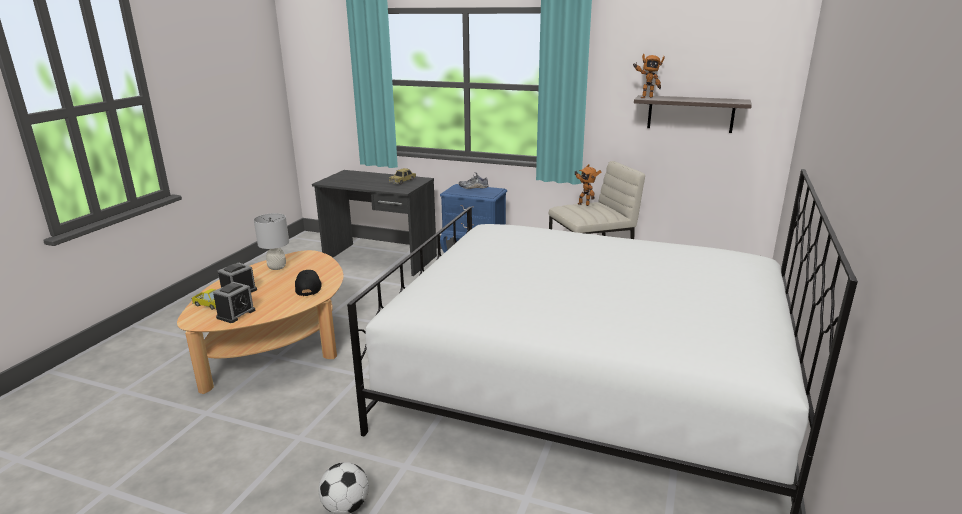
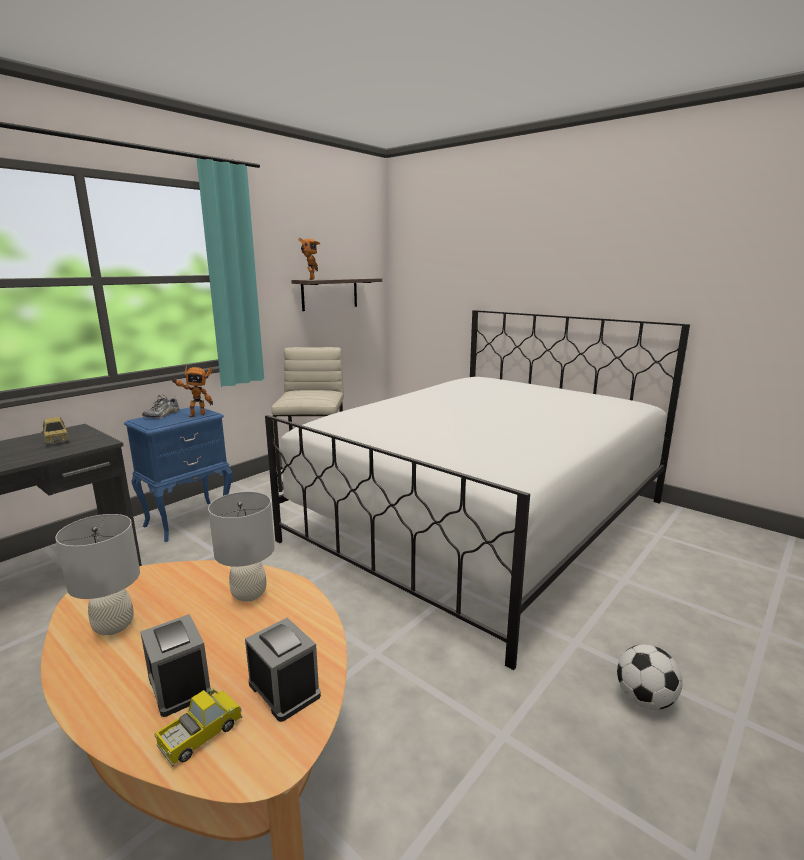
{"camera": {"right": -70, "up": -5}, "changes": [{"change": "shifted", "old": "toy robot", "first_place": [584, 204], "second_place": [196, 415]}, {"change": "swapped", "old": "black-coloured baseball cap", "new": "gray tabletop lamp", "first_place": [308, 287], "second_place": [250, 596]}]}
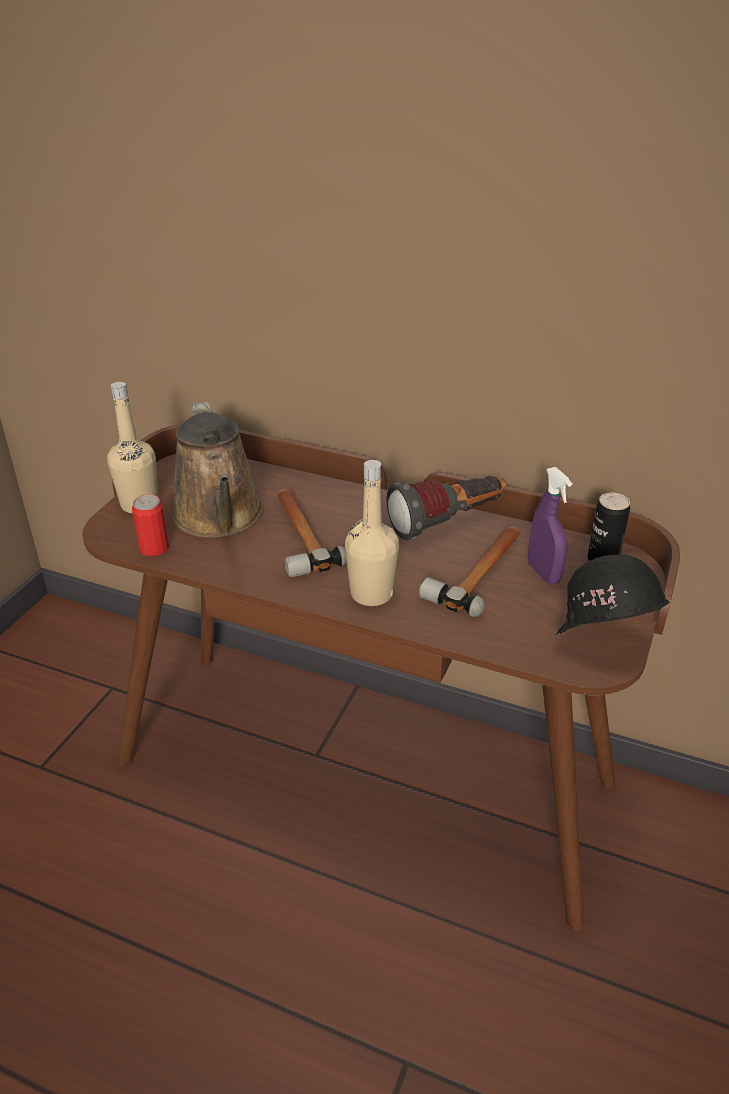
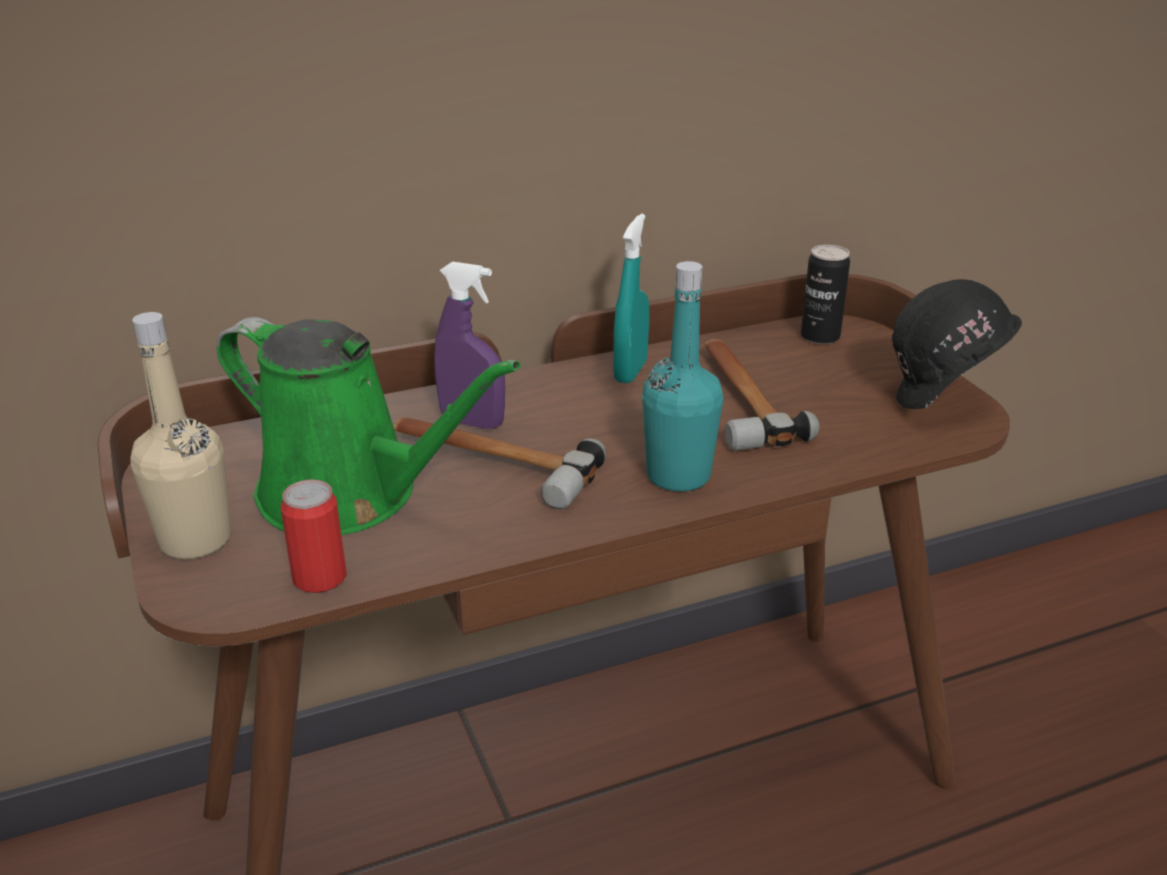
{"camera": {"right": -45, "up": -5}, "changes": [{"change": "repainted", "old": "brown-coloured watering pot", "new": "green watering pot", "first_place": [220, 517], "second_place": [350, 496]}, {"change": "repainted", "old": "sand-coloured beverage bottle", "new": "turquoise-coloured beverage bottle", "first_place": [371, 594], "second_place": [678, 476]}, {"change": "shifted", "old": "purple-coloured sprayer", "first_place": [543, 573], "second_place": [472, 422]}, {"change": "swapped", "old": "hand torch", "new": "turquoise-coloured sprayer", "first_place": [448, 523], "second_place": [630, 371]}]}
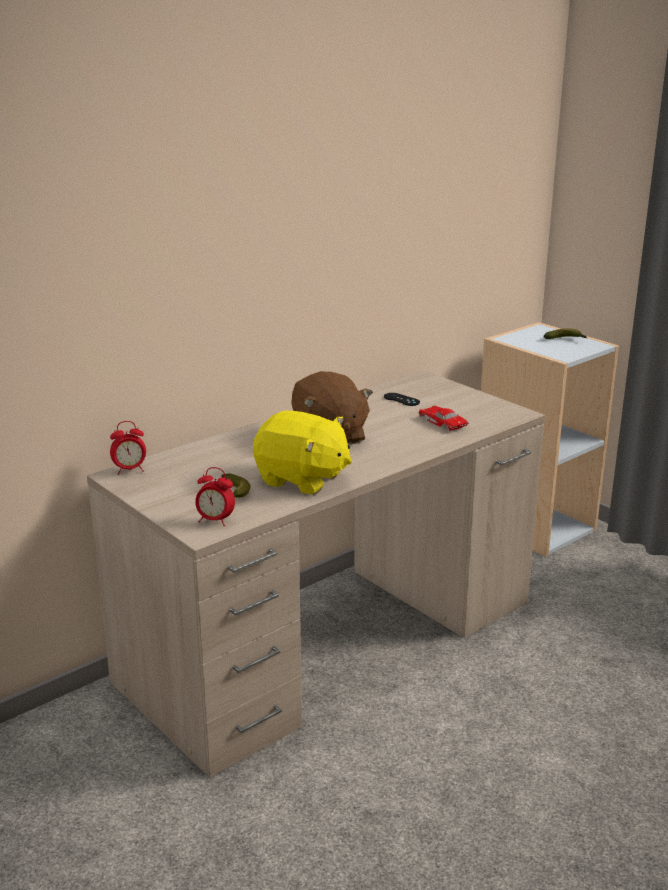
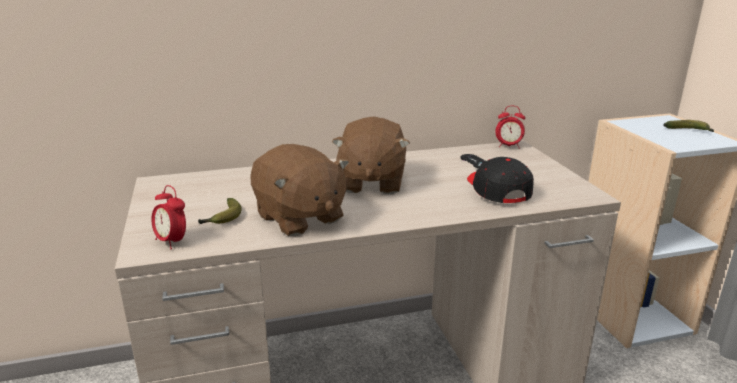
{"camera": {"right": 25, "up": 0}, "changes": [{"change": "swapped", "old": "red toy car", "new": "black-coloured baseball cap", "first_place": [443, 422], "second_place": [497, 190]}, {"change": "repainted", "old": "yellow-coloured cuddly toy", "new": "brown-coloured cuddly toy", "first_place": [302, 479], "second_place": [299, 218]}, {"change": "shifted", "old": "table clock", "first_place": [130, 470], "second_place": [508, 146]}]}
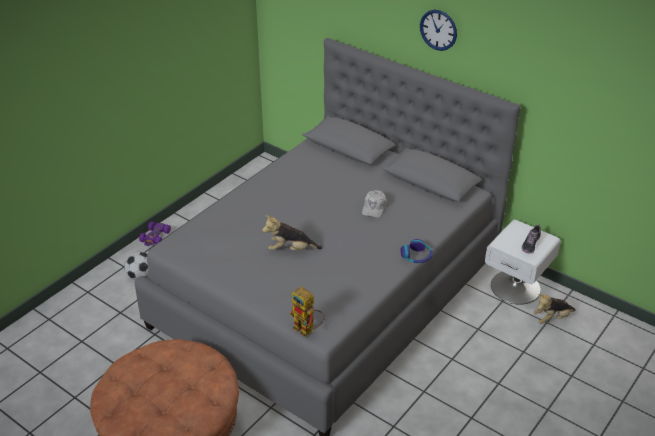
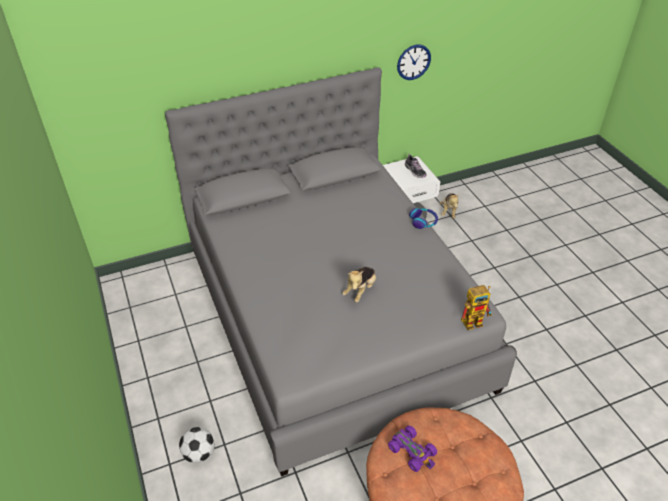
{"camera": {"right": -60, "up": 5}, "changes": [{"change": "shifted", "old": "clock on the wall", "first_place": [438, 30], "second_place": [413, 62]}, {"change": "gone", "old": "white baseball cap", "first_place": [374, 208]}, {"change": "shifted", "old": "purple-coloured toy car", "first_place": [155, 237], "second_place": [412, 452]}]}
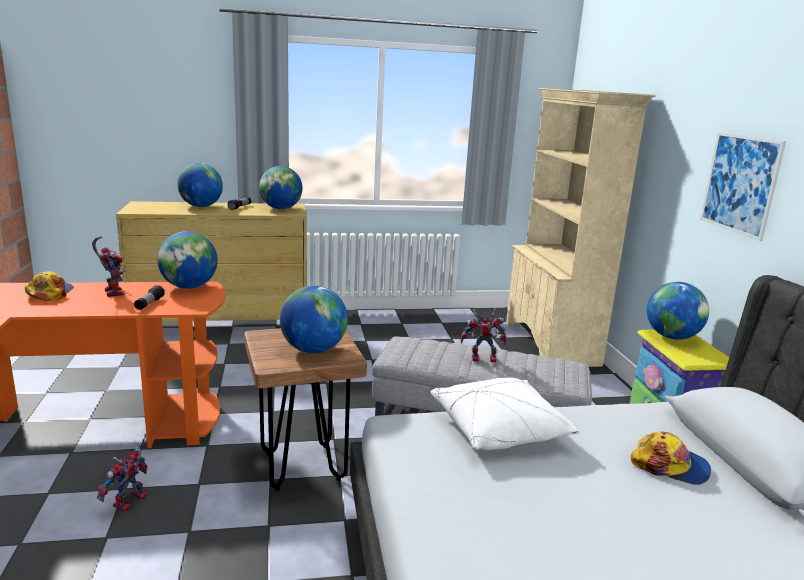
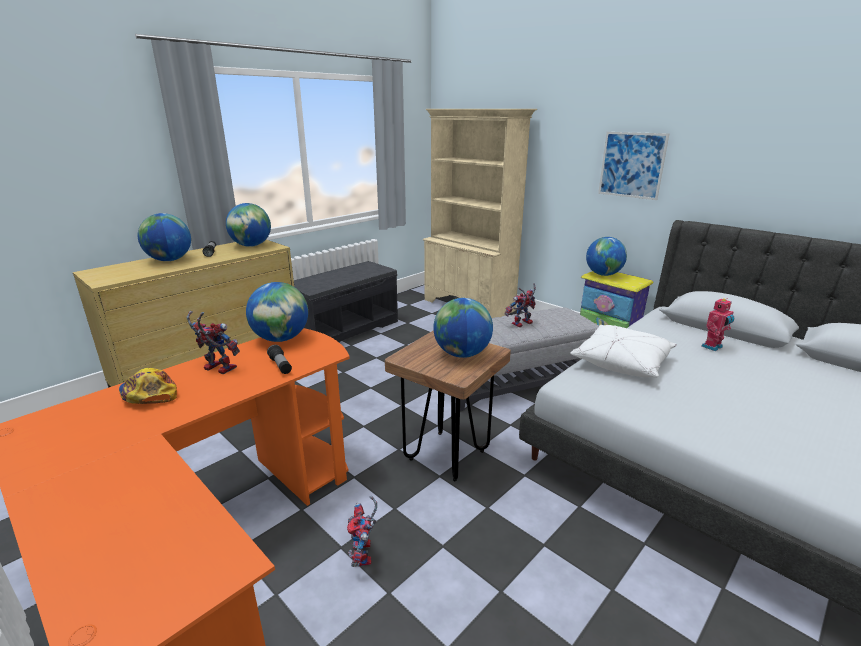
{"camera": {"right": -35, "up": 5}, "changes": [{"change": "swapped", "old": "baseball cap", "new": "toy robot", "first_place": [670, 466], "second_place": [713, 347]}, {"change": "new", "new": "gray bench", "second_place": [346, 329]}]}
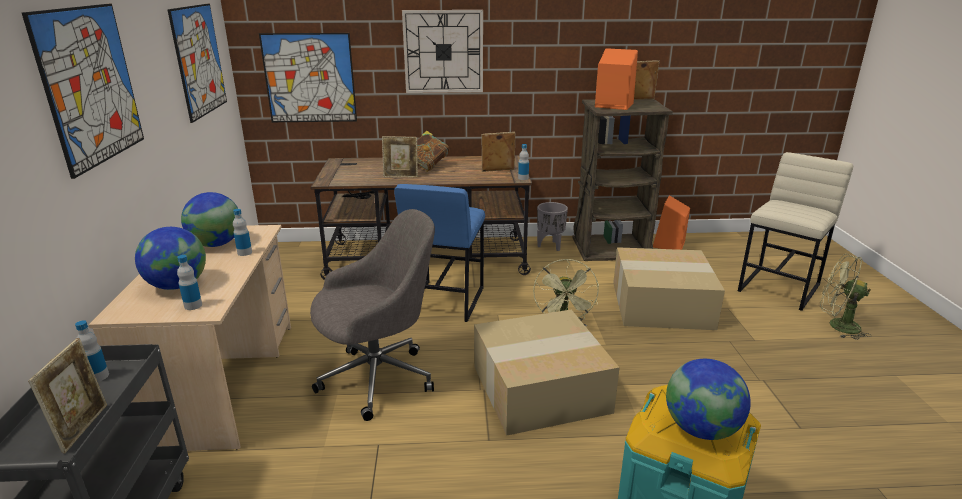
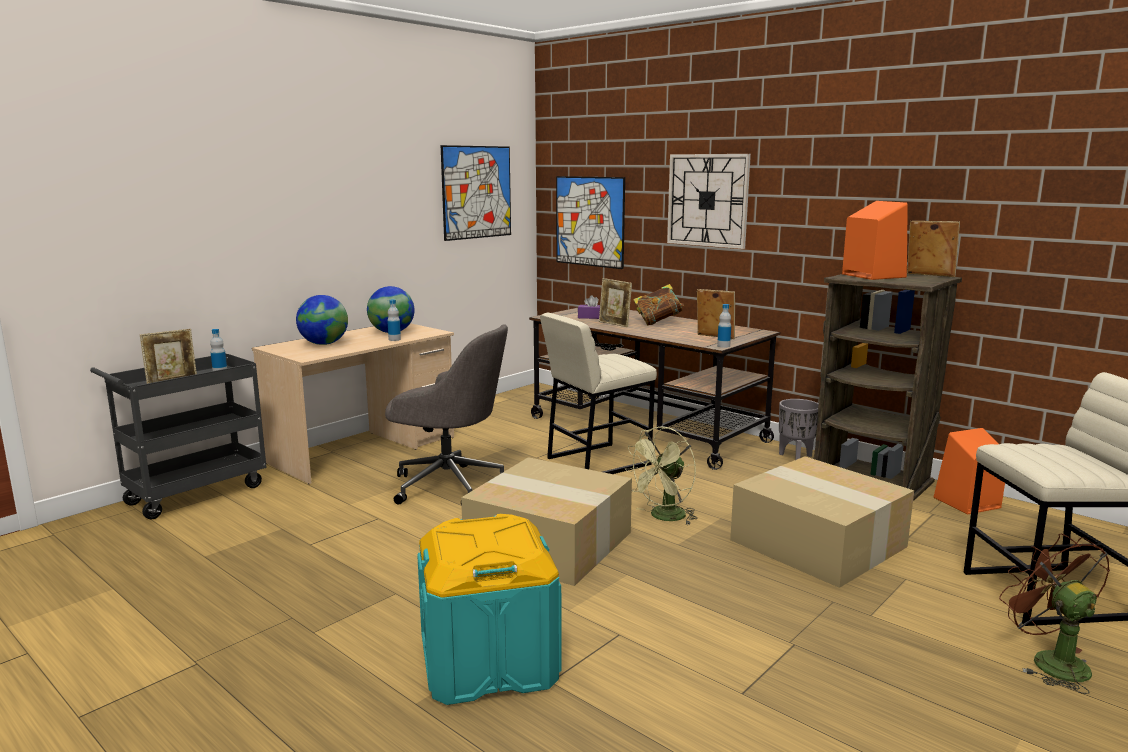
{"camera": {"right": 45, "up": -10}, "changes": [{"change": "gone", "old": "wall picture", "first_place": [91, 86]}, {"change": "repainted", "old": "blue-coloured plain chair", "new": "sand-coloured plain chair", "first_place": [445, 302], "second_place": [596, 462]}, {"change": "repainted", "old": "green fan", "new": "brown-coloured fan", "first_place": [837, 326], "second_place": [1049, 661]}, {"change": "gone", "old": "beverage bottle", "first_place": [193, 305]}, {"change": "gone", "old": "globe", "first_place": [701, 429]}, {"change": "new", "new": "purple-coloured tissue box", "second_place": [591, 317]}]}
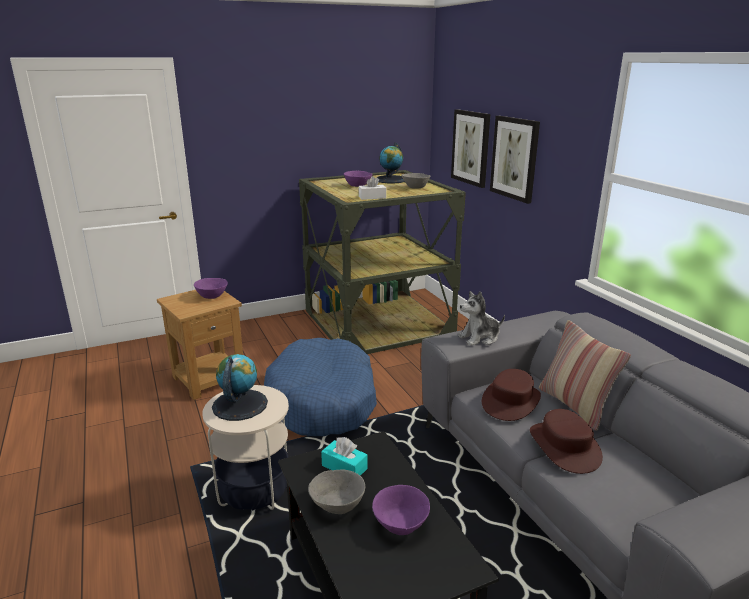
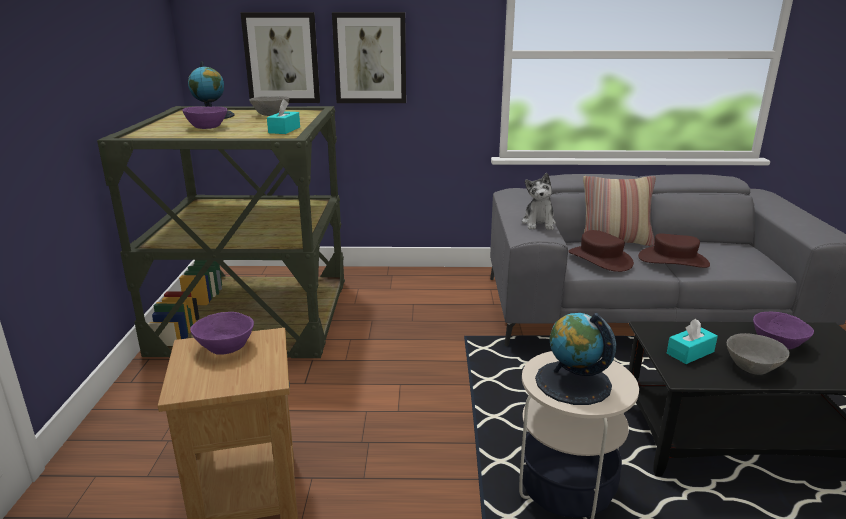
{"camera": {"right": -65, "up": 0}, "changes": [{"change": "repainted", "old": "white tissue box", "new": "turquoise-coloured tissue box", "first_place": [372, 197], "second_place": [284, 130]}, {"change": "gone", "old": "blue-coloured pet bed", "first_place": [323, 401]}]}
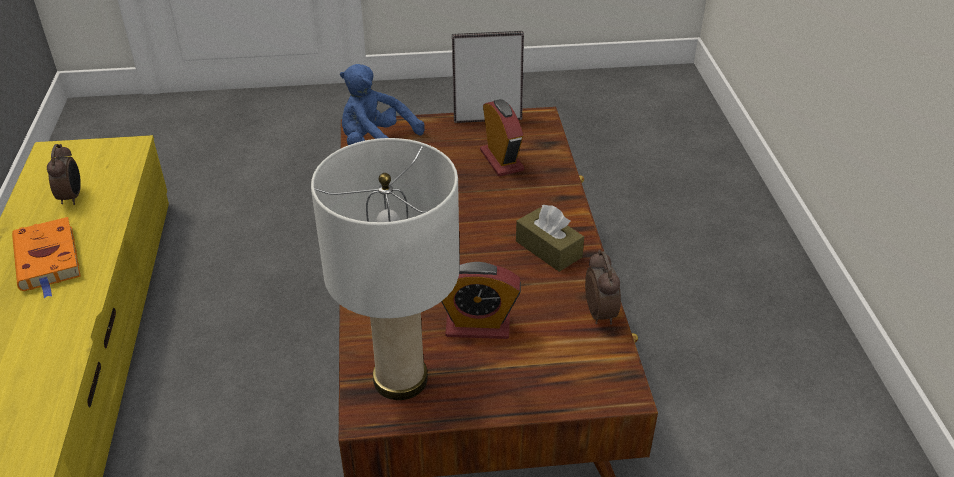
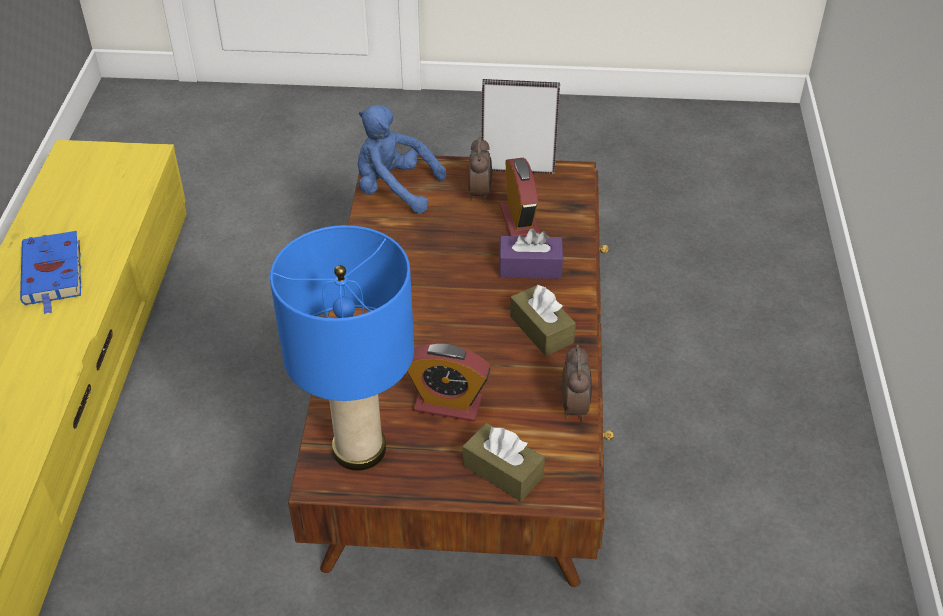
{"camera": {"right": 10, "up": 5}, "changes": [{"change": "repainted", "old": "white tabletop lamp", "new": "blue-coloured tabletop lamp", "first_place": [399, 379], "second_place": [358, 449]}, {"change": "shifted", "old": "table clock", "first_place": [72, 197], "second_place": [480, 192]}, {"change": "repainted", "old": "orangey book", "new": "blue-coloured book", "first_place": [48, 260], "second_place": [53, 274]}, {"change": "new", "new": "purple-coloured tissue box", "second_place": [530, 267]}, {"change": "new", "new": "brown-coloured tissue box", "second_place": [502, 471]}]}
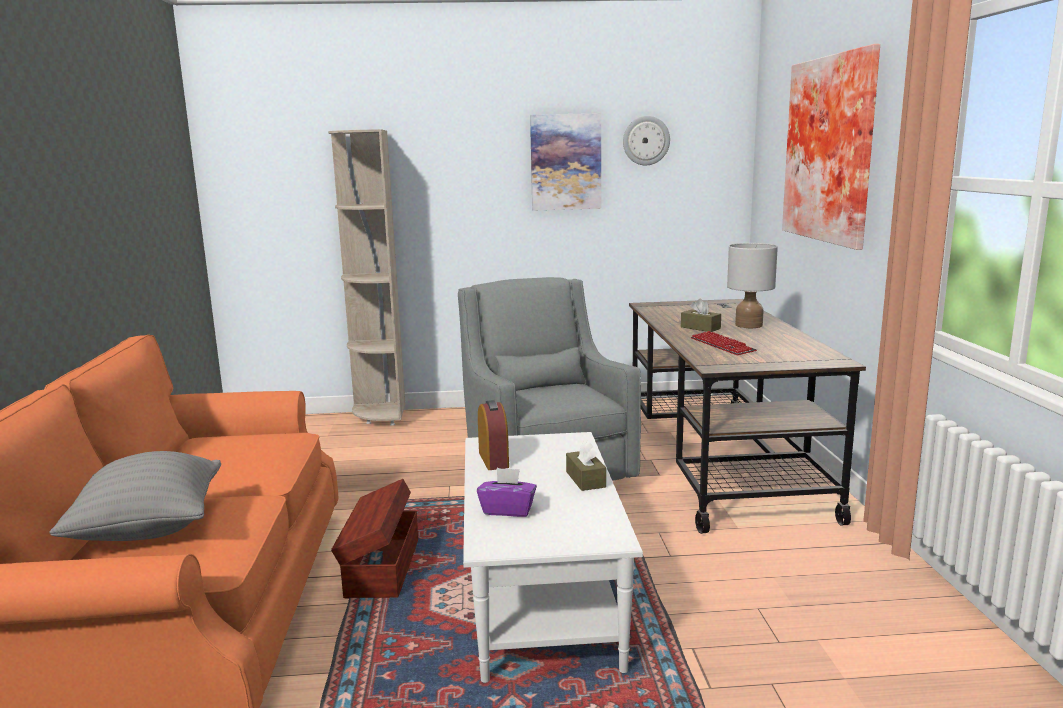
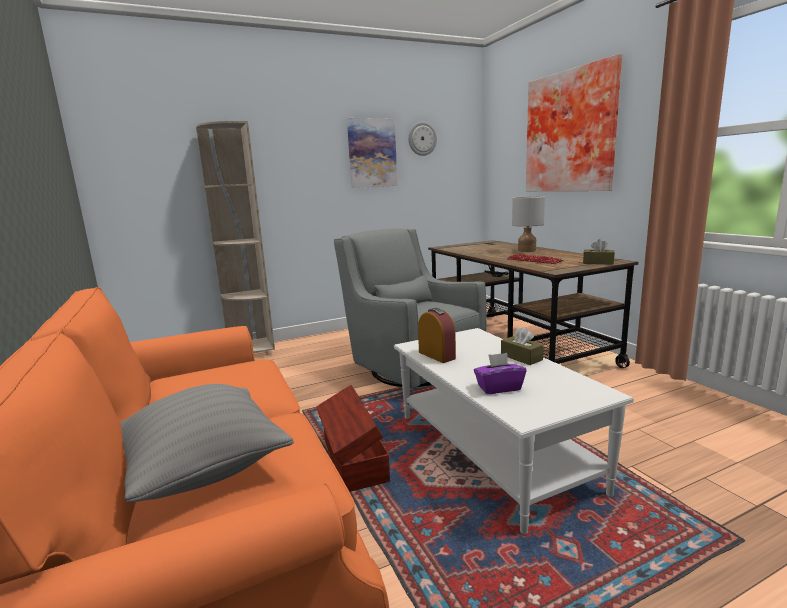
{"camera": {"right": -20, "up": 0}, "changes": [{"change": "shifted", "old": "brown-coloured tissue box", "first_place": [700, 328], "second_place": [598, 262]}]}
